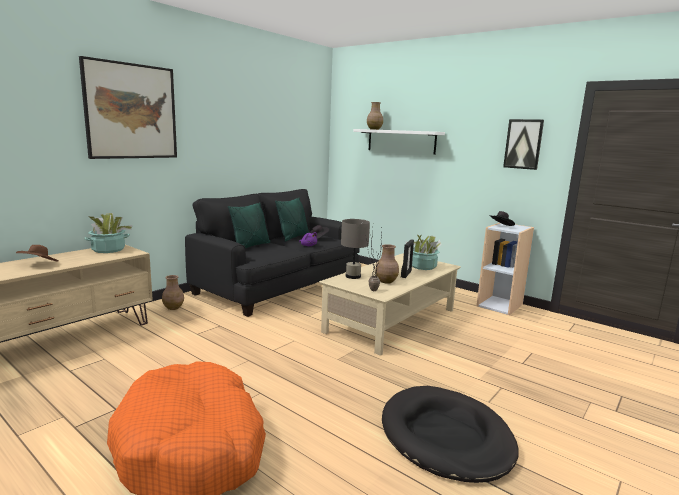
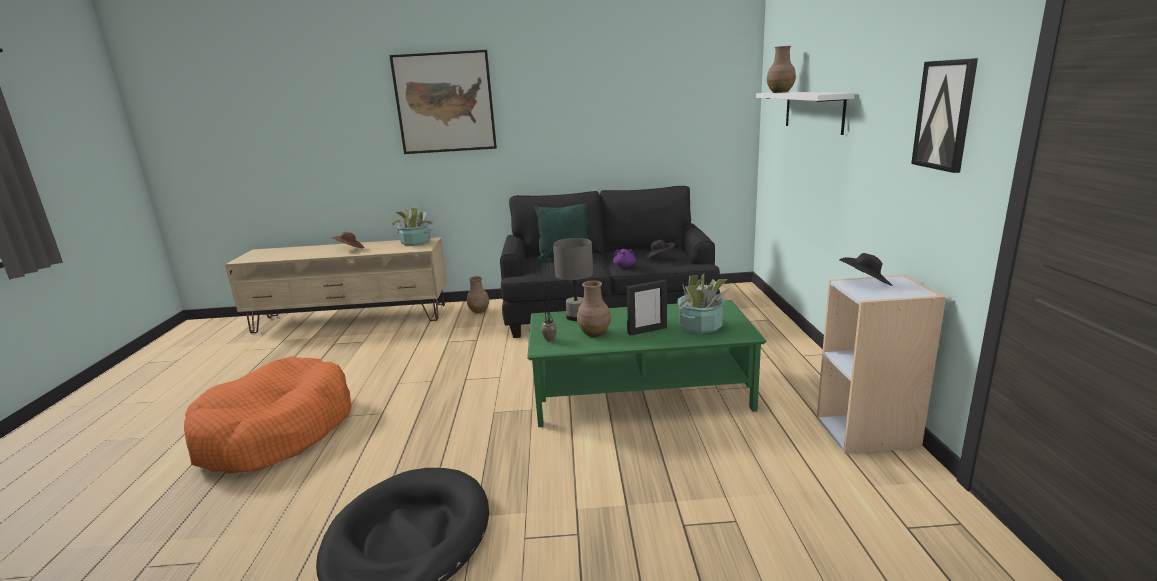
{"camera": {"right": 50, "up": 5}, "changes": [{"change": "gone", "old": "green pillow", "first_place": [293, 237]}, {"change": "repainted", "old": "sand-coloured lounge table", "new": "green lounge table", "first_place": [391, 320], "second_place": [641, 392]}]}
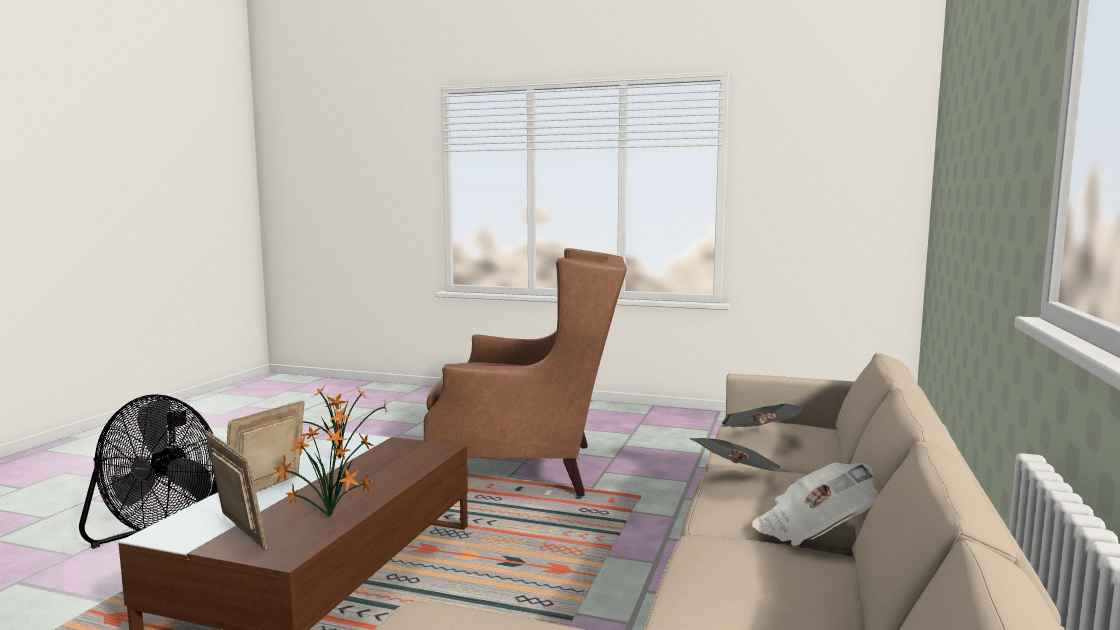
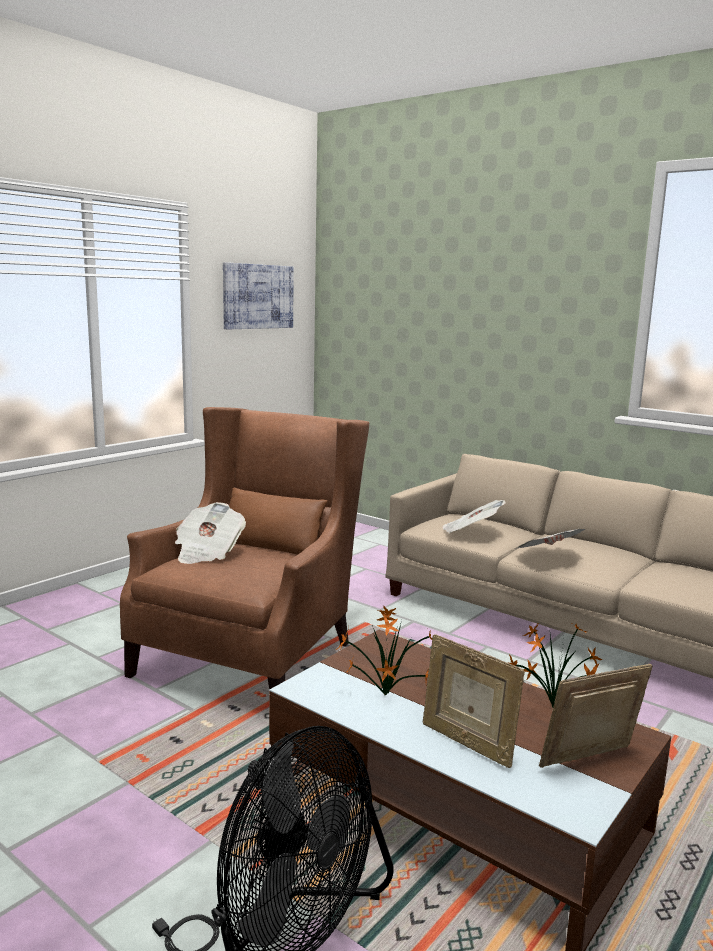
{"camera": {"right": -70, "up": 5}, "changes": [{"change": "shifted", "old": "newspaper", "first_place": [812, 531], "second_place": [207, 552]}, {"change": "new", "new": "wall picture", "second_place": [258, 296]}]}
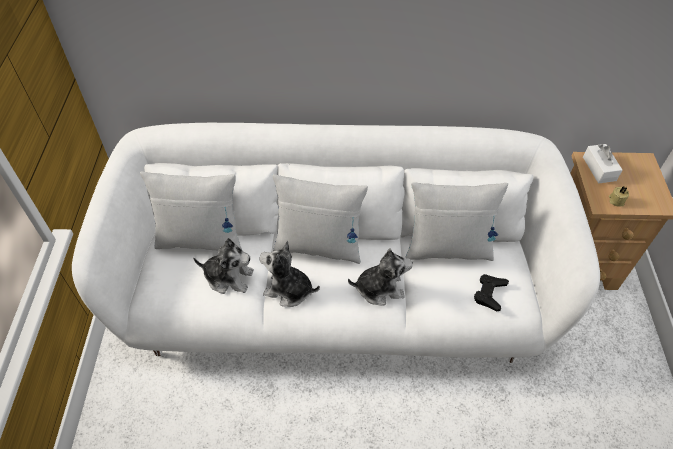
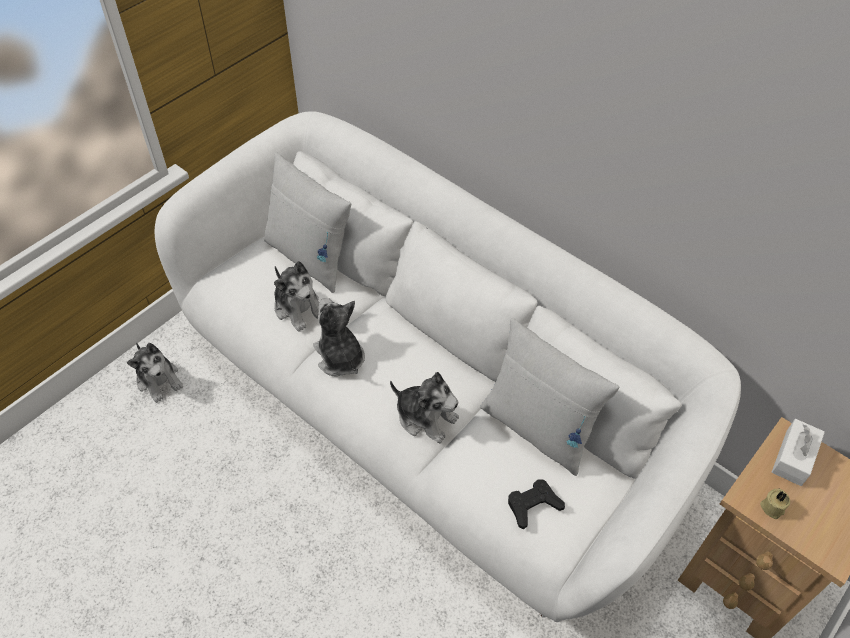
{"camera": {"right": 40, "up": 0}, "changes": [{"change": "gone", "old": "gray pillow", "first_place": [318, 246]}, {"change": "new", "new": "cuddly toy", "second_place": [159, 379]}]}
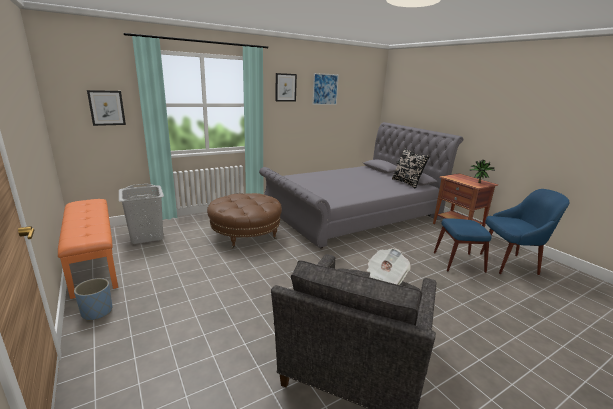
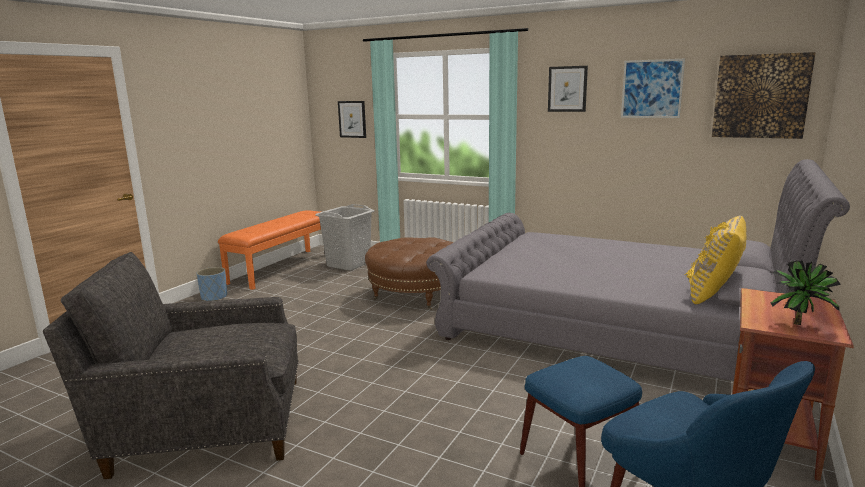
{"camera": {"right": 60, "up": -5}, "changes": [{"change": "repainted", "old": "black-coloured pillow", "new": "yellow-coloured pillow", "first_place": [406, 183], "second_place": [711, 293]}, {"change": "gone", "old": "newspaper", "first_place": [384, 279]}, {"change": "new", "new": "wall picture", "second_place": [760, 96]}]}
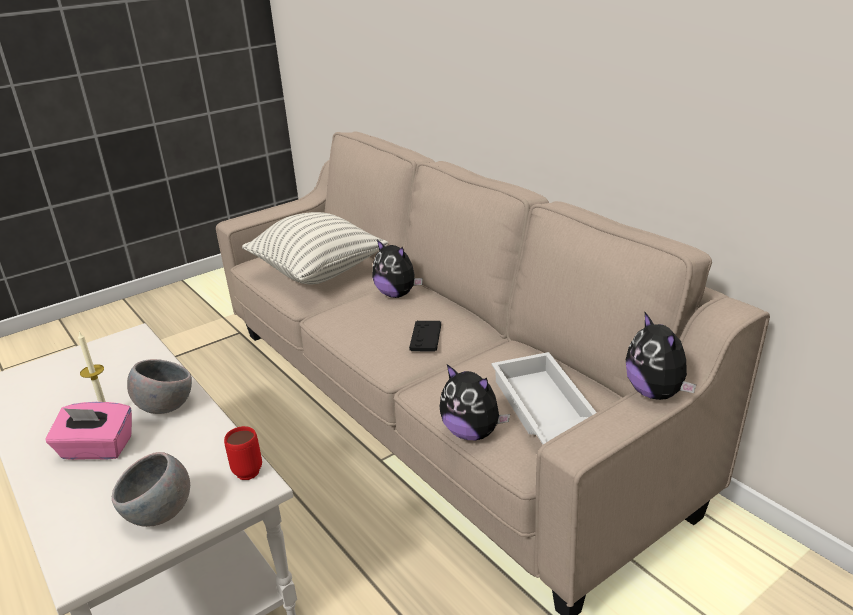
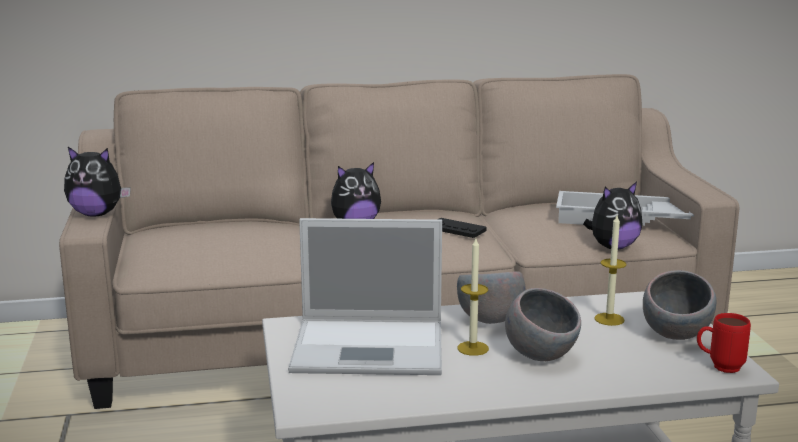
{"camera": {"right": -65, "up": -10}, "changes": [{"change": "gone", "old": "pillow", "first_place": [318, 273]}, {"change": "shifted", "old": "cuddly toy", "first_place": [656, 393], "second_place": [97, 214]}, {"change": "swapped", "old": "pinkish tissue box", "new": "gray bowl", "first_place": [97, 449], "second_place": [540, 355]}, {"change": "shifted", "old": "red tea mug", "first_place": [247, 469], "second_place": [719, 367]}, {"change": "new", "new": "wax candle", "second_place": [609, 319]}, {"change": "new", "new": "laptop", "second_place": [372, 347]}]}
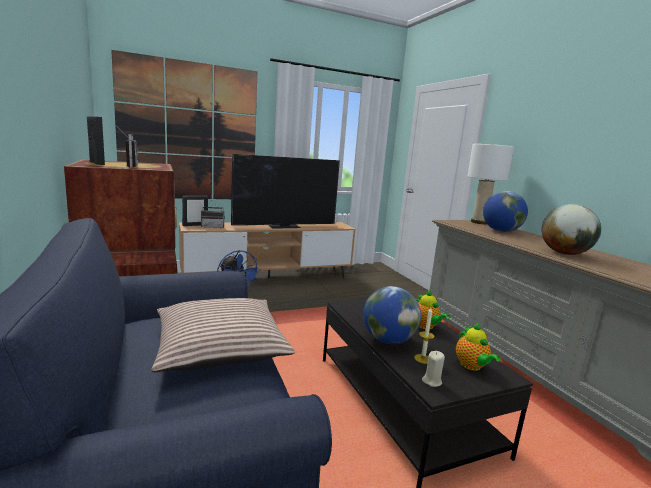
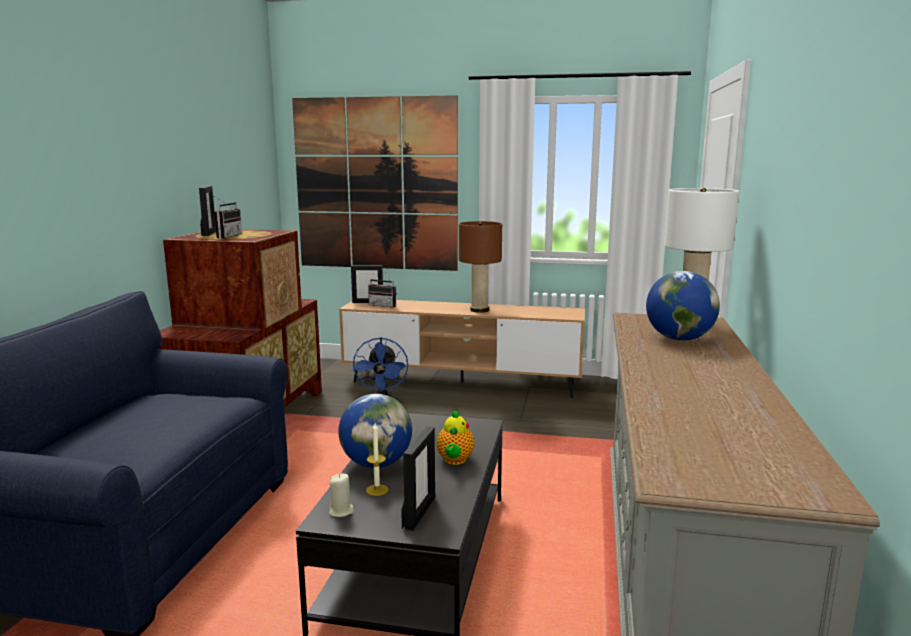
{"camera": {"right": 35, "up": 0}, "changes": [{"change": "swapped", "old": "TV set", "new": "brown-coloured tabletop lamp", "first_place": [285, 226], "second_place": [480, 310]}, {"change": "gone", "old": "globe", "first_place": [564, 253]}, {"change": "gone", "old": "pillow", "first_place": [219, 347]}, {"change": "swapped", "old": "tea pot", "new": "photo frame", "first_place": [472, 366], "second_place": [419, 512]}]}
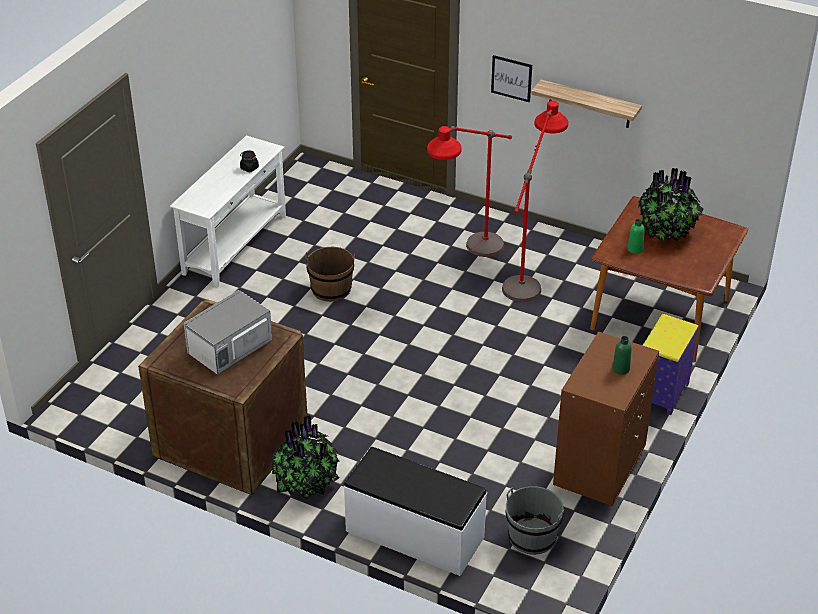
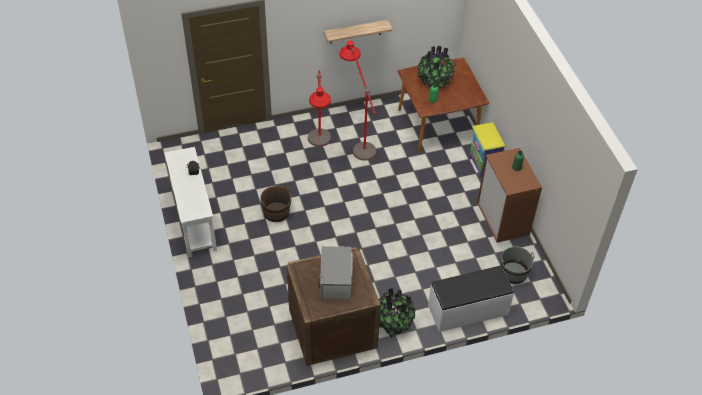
{"camera": {"right": -45, "up": 10}, "changes": [{"change": "gone", "old": "wall picture", "first_place": [511, 78]}]}
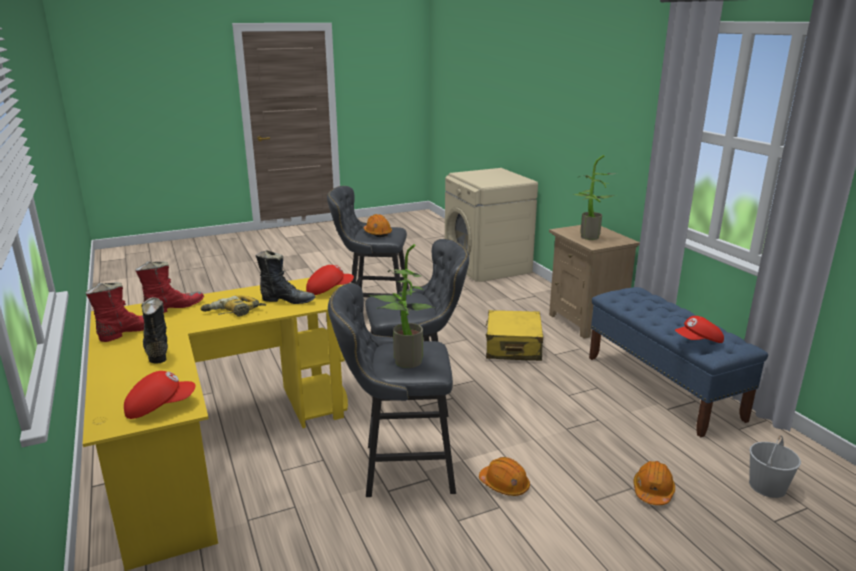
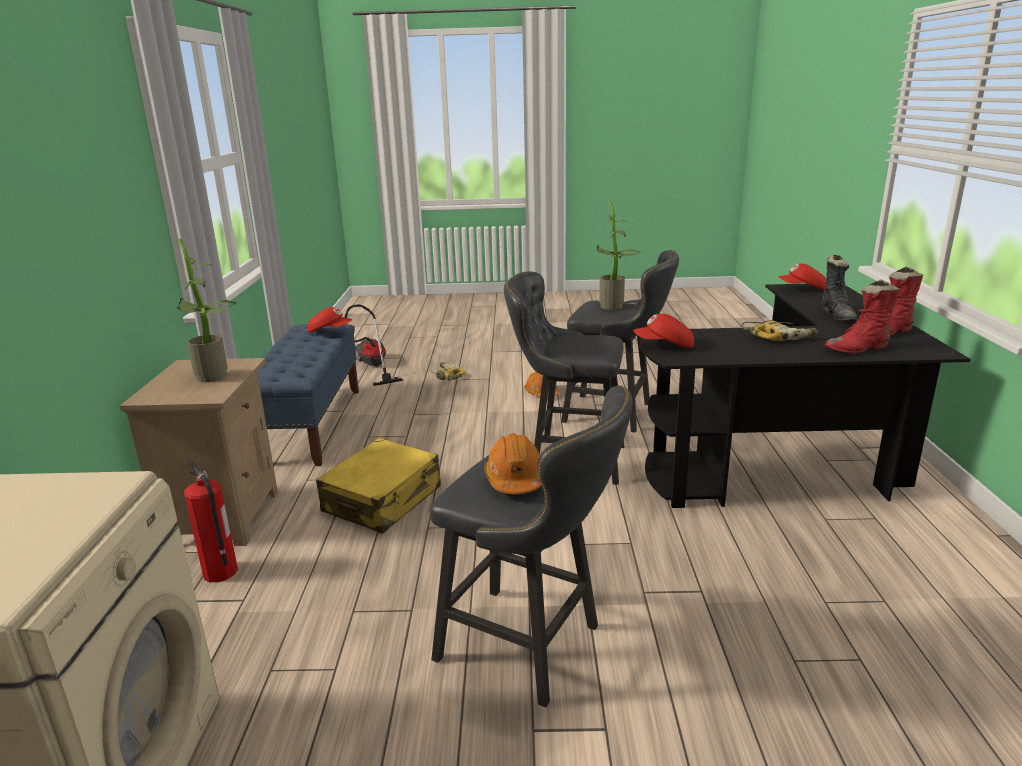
{"camera": {"right": -155, "up": 0}, "changes": [{"change": "gone", "old": "black-coloured boot", "first_place": [287, 300]}, {"change": "repainted", "old": "yellow-coloured desk unit", "new": "black-coloured desk unit", "first_place": [217, 446], "second_place": [790, 456]}, {"change": "swapped", "old": "white pail", "new": "hoover", "first_place": [767, 486], "second_place": [373, 367]}, {"change": "swapped", "old": "orangey safety helmet", "new": "power drill", "first_place": [653, 491], "second_place": [446, 376]}, {"change": "new", "new": "fire-fighting cylinder", "second_place": [220, 572]}]}
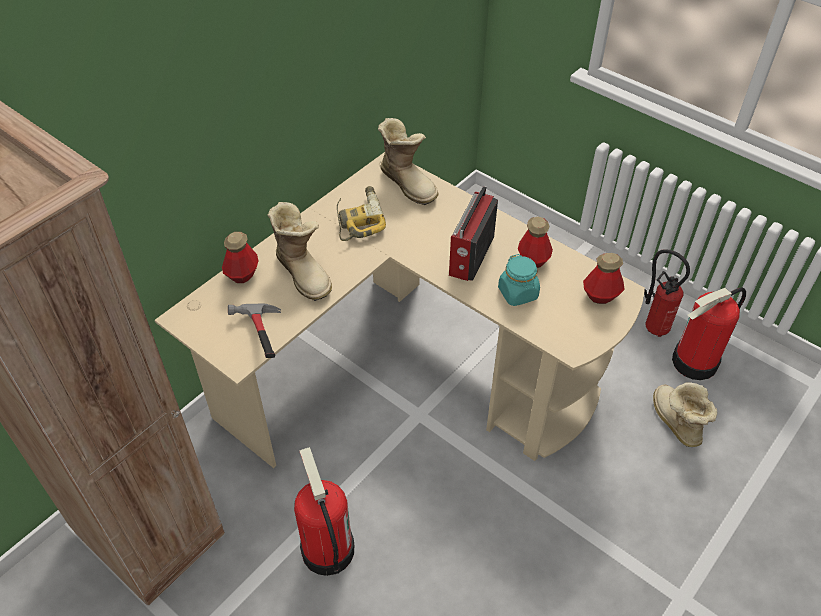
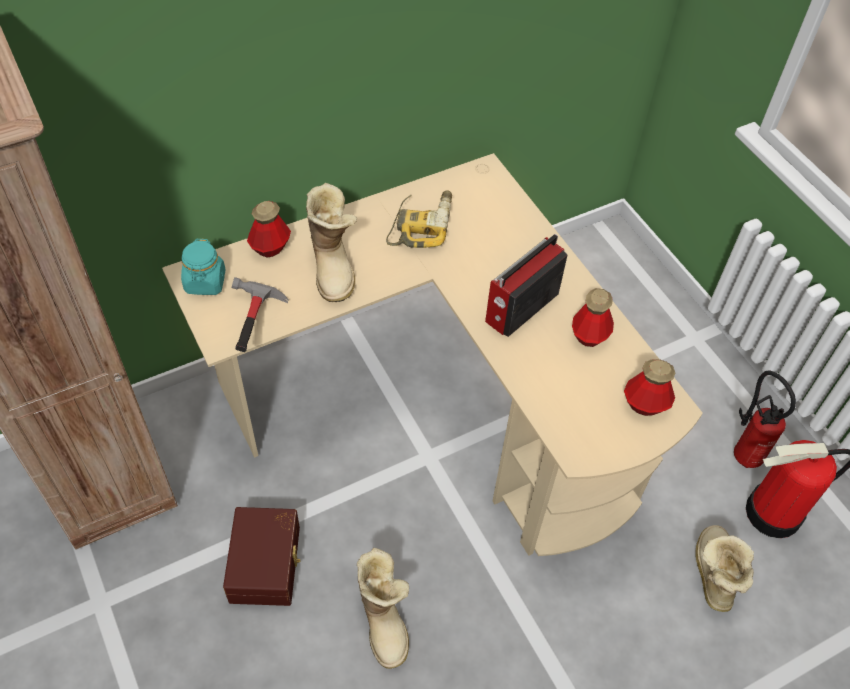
{"camera": {"right": 20, "up": 5}, "changes": [{"change": "shifted", "old": "boot", "first_place": [408, 183], "second_place": [384, 619]}, {"change": "shifted", "old": "turquoise-coloured storage jar", "first_place": [518, 293], "second_place": [205, 282]}, {"change": "swapped", "old": "fire-fighting cylinder", "new": "brown-coloured storage container", "first_place": [327, 550], "second_place": [267, 563]}]}
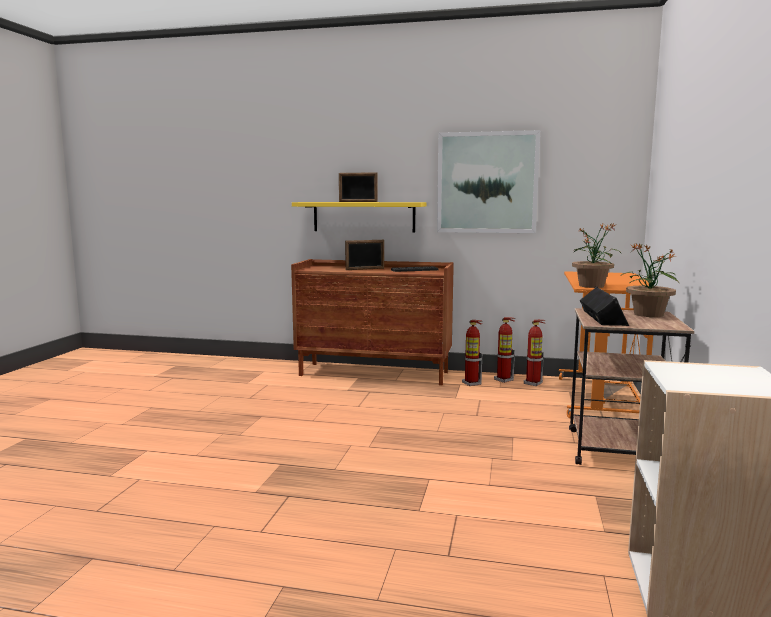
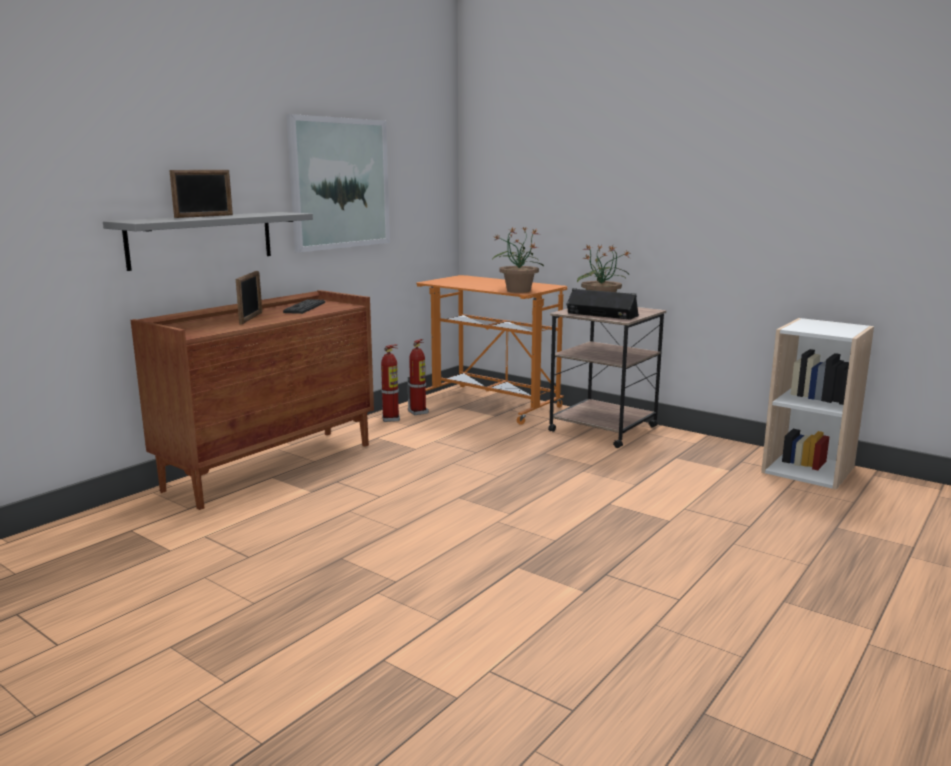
{"camera": {"right": -65, "up": 5}, "changes": [{"change": "repainted", "old": "yellow-coloured shelf", "new": "gray shelf", "first_place": [364, 217], "second_place": [201, 239]}, {"change": "gone", "old": "fire-fighting cylinder", "first_place": [471, 383]}]}
